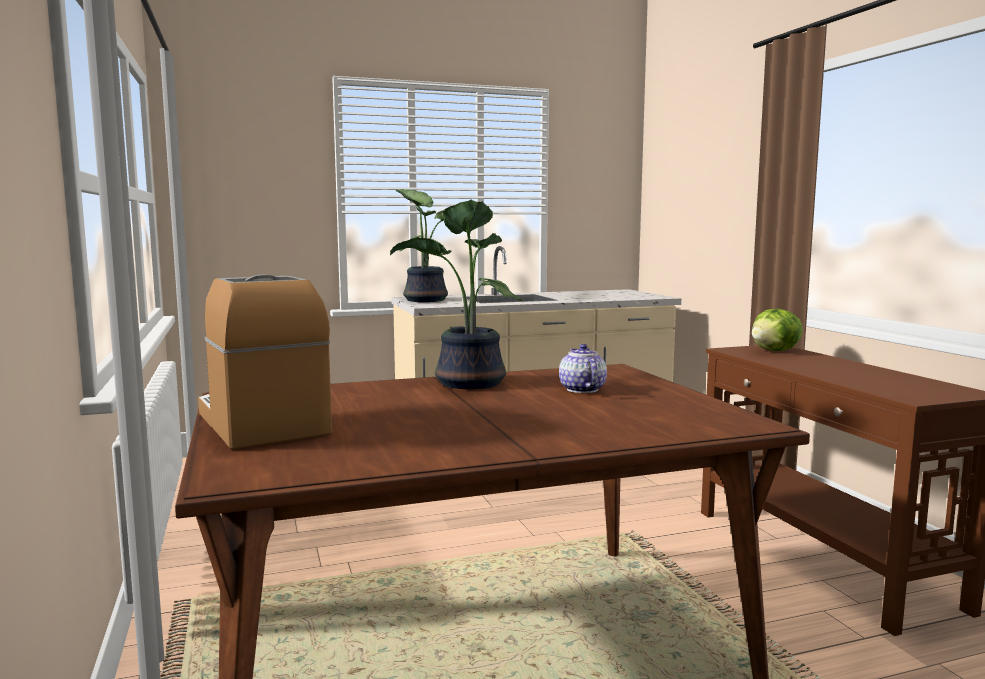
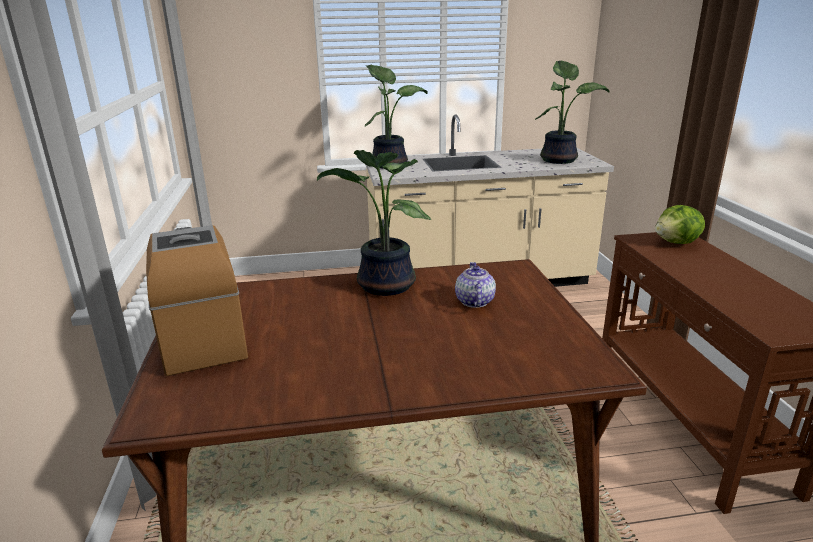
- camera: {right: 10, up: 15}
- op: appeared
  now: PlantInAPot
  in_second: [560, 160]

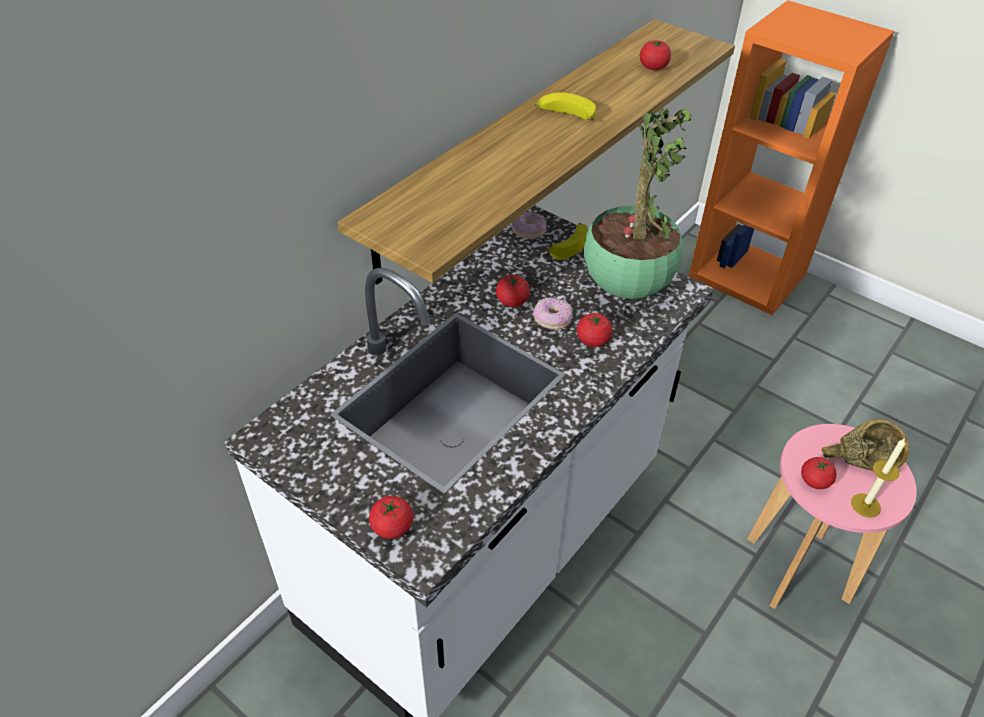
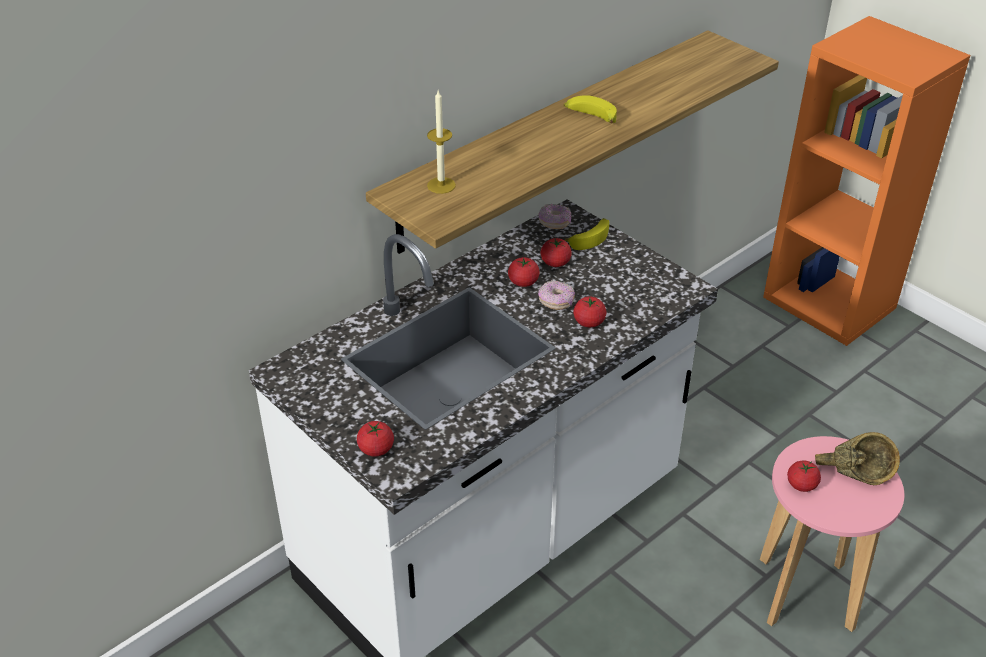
- camera: {right: 10, up: -5}
- op: relocated
  was: WholeTomato
  in_first: [653, 67]
  in_second: [555, 263]
- op: missing
  was: PlantInAPot
  in_first: [626, 285]
- op: relocated
  was: WaxCandle
  in_first: [865, 505]
  in_second: [441, 185]

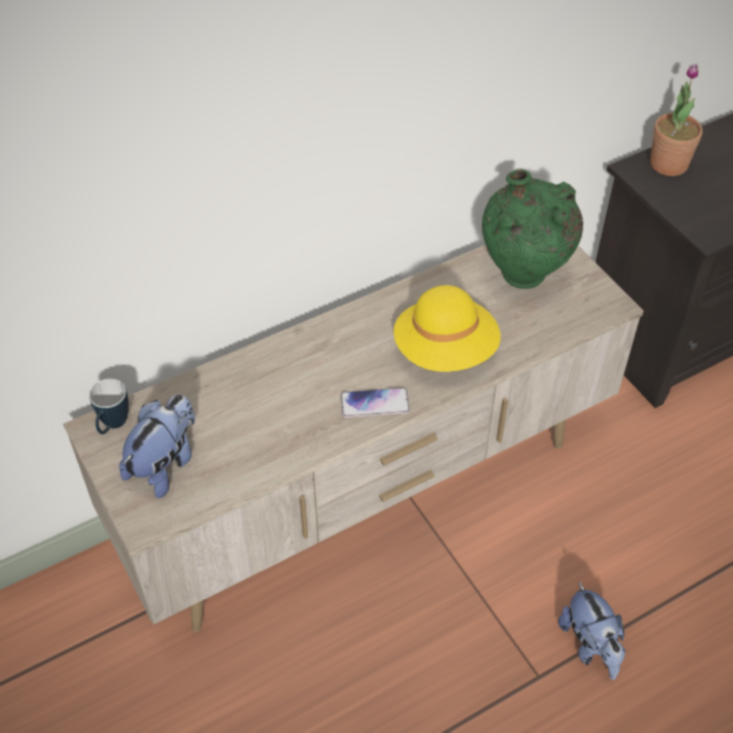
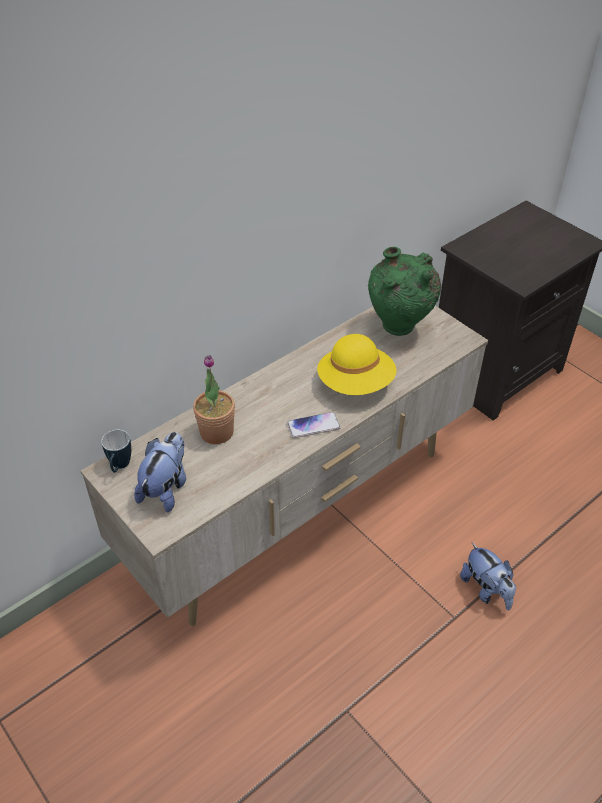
- camera: {right: -10, up: -5}
- op: relocated
  was: PlantInAPot
  in_first: [668, 164]
  in_second: [216, 432]

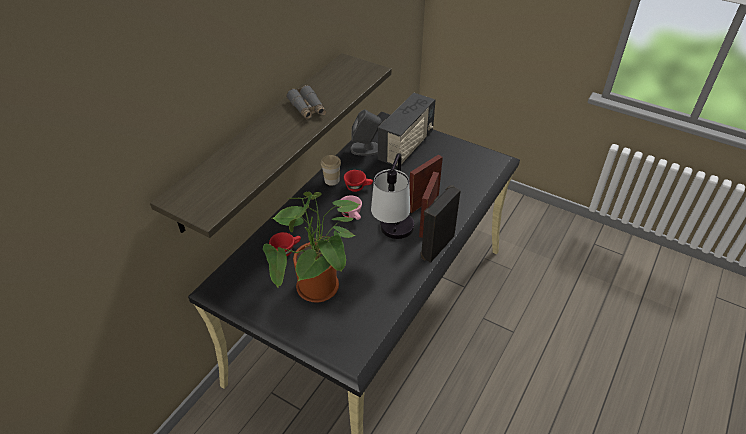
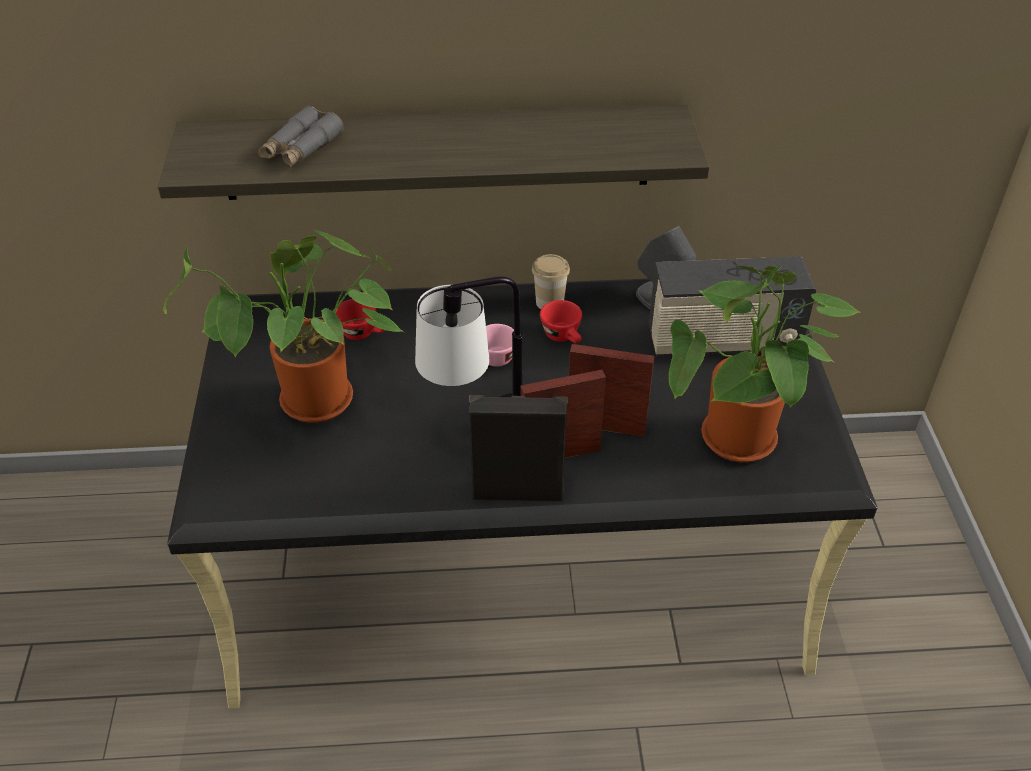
- camera: {right: 55, up: 0}
- op: relocated
  was: GrayBinoculars
  in_first: [307, 109]
  in_second: [301, 148]
- op: appeared
  now: PlantInAPot
  in_second: [740, 445]

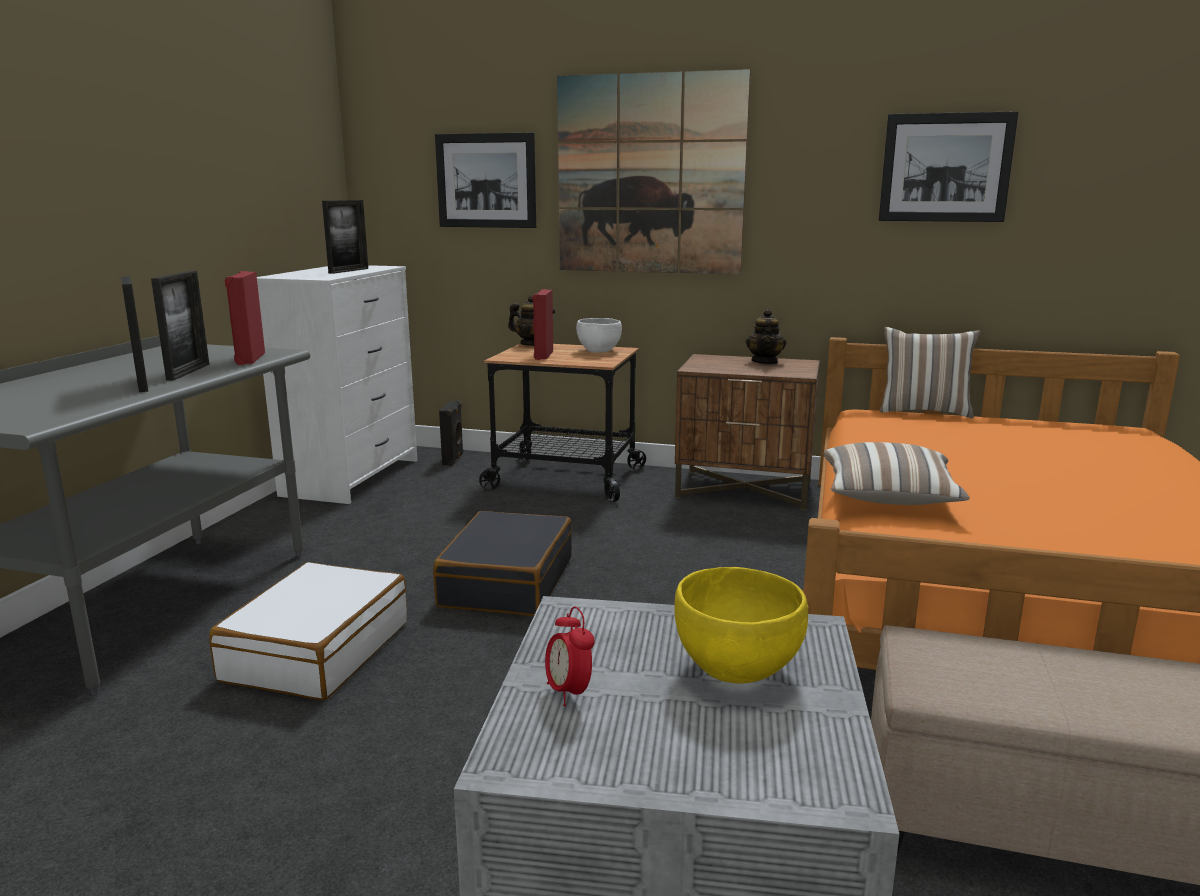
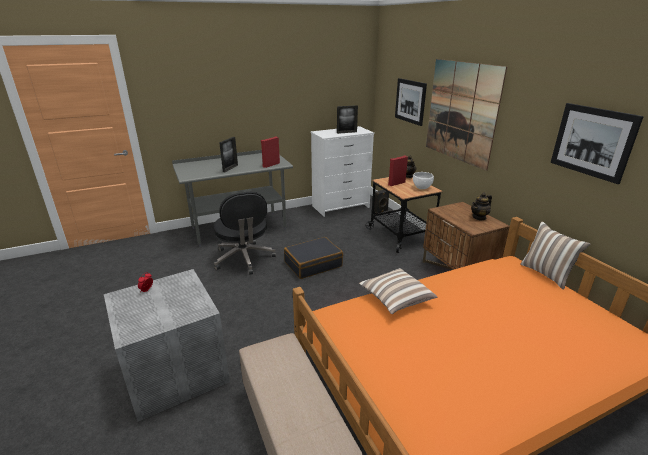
- camera: {right: 50, up: 10}
- op: missing
  was: PictureFrame
  in_first: [188, 372]
- op: exchanged
  was: WhiteColouredPieceOfLuggage
  now: BlackColouredDeskChair
  in_first: [316, 651]
  in_second: [244, 259]
- op: missing
  was: YellowBowl
  in_first: [736, 670]

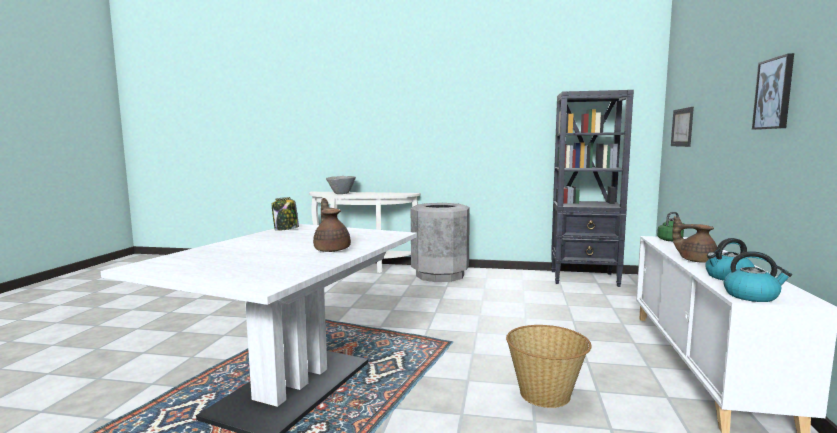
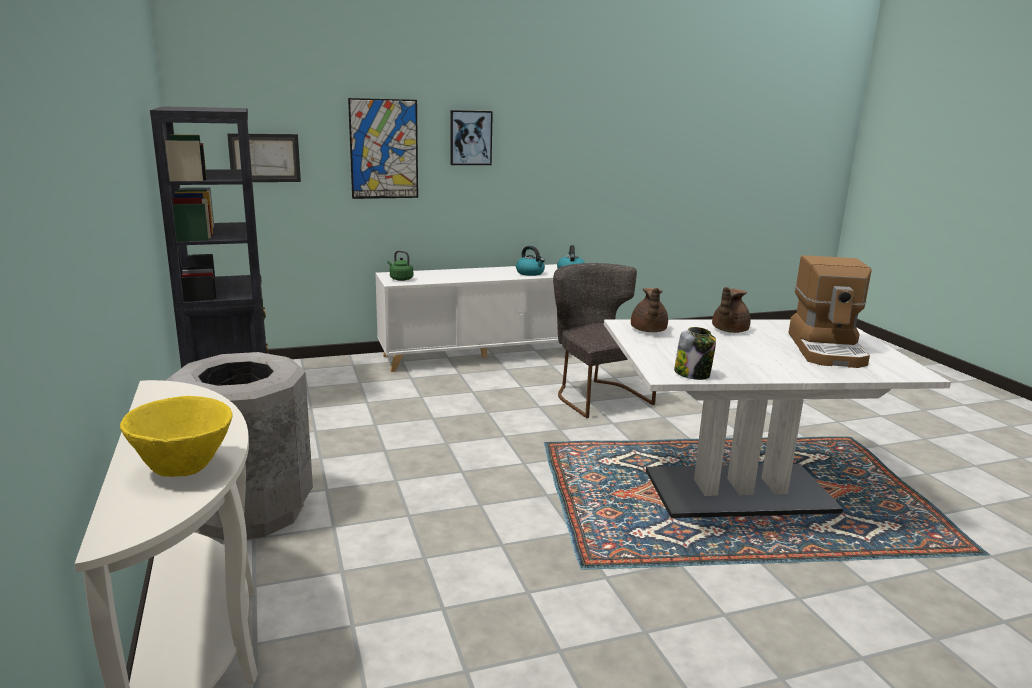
- camera: {right: -120, up: 10}
- op: colour
  was: GrayBowl
  now: YellowBowl
  in_first: [341, 193]
  in_second: [184, 468]
- op: relocated
  was: BrownishTeapot
  in_first: [695, 260]
  in_second: [648, 330]
- op: exchanged
  was: Basket
  now: GrayChair
  in_first: [546, 394]
  in_second: [596, 395]
- op: appeared
  now: Picture
  in_second: [384, 149]
- op: appeared
  now: CoffeeBrewer
  in_second: [827, 349]

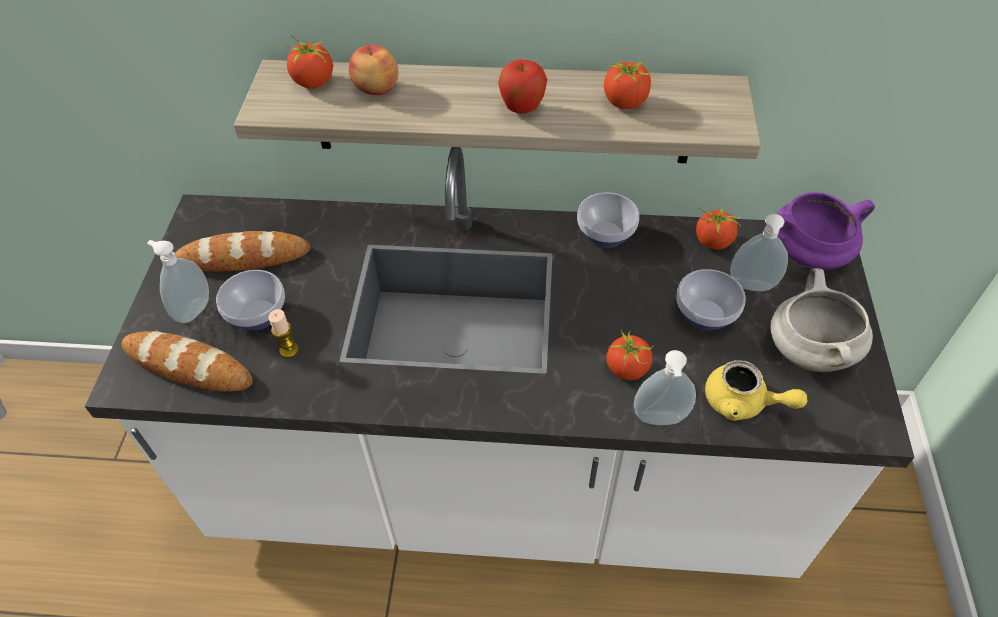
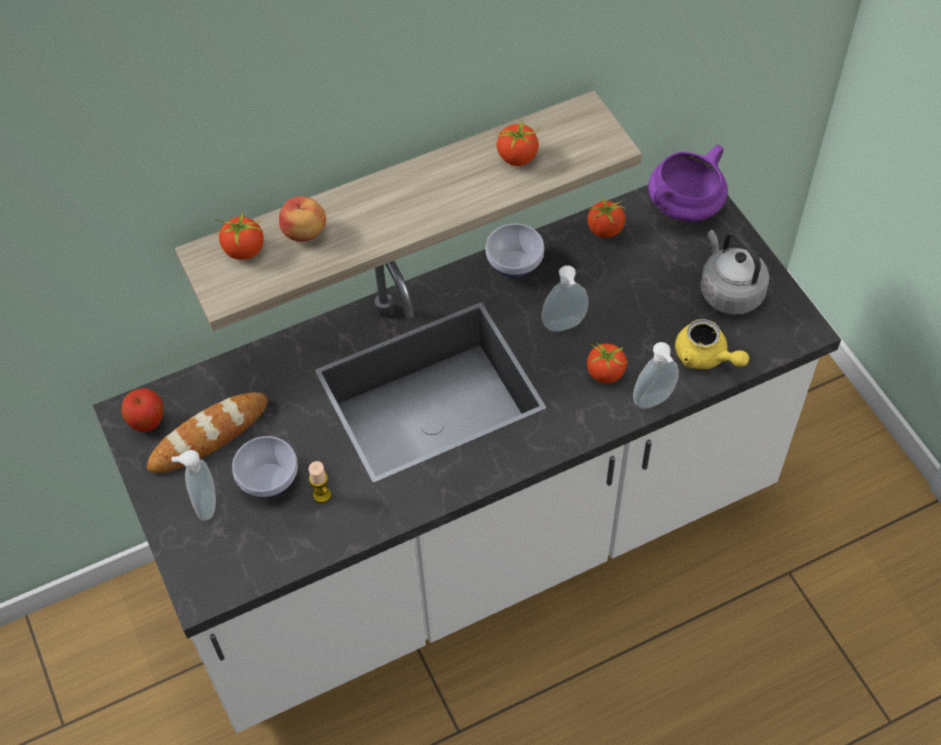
- camera: {right: -30, up: 5}
- op: relocated
  was: Apple
  in_first: [522, 109]
  in_second: [148, 423]
- op: relocated
  was: SoapBottle
  in_first: [751, 287]
  in_second: [564, 326]
- op: exchanged
  was: WhiteColouredSaucepot
  now: GrayWaterKettle
  in_first: [808, 350]
  in_second: [729, 291]
- op: missing
  was: Bowl
  in_first: [703, 316]
- op: missing
  was: BakedBread
  in_first: [188, 366]
- op: spun
  was: YellowTeapot
  in_first: [743, 403]
  in_second: [706, 357]
  clockwise: 45

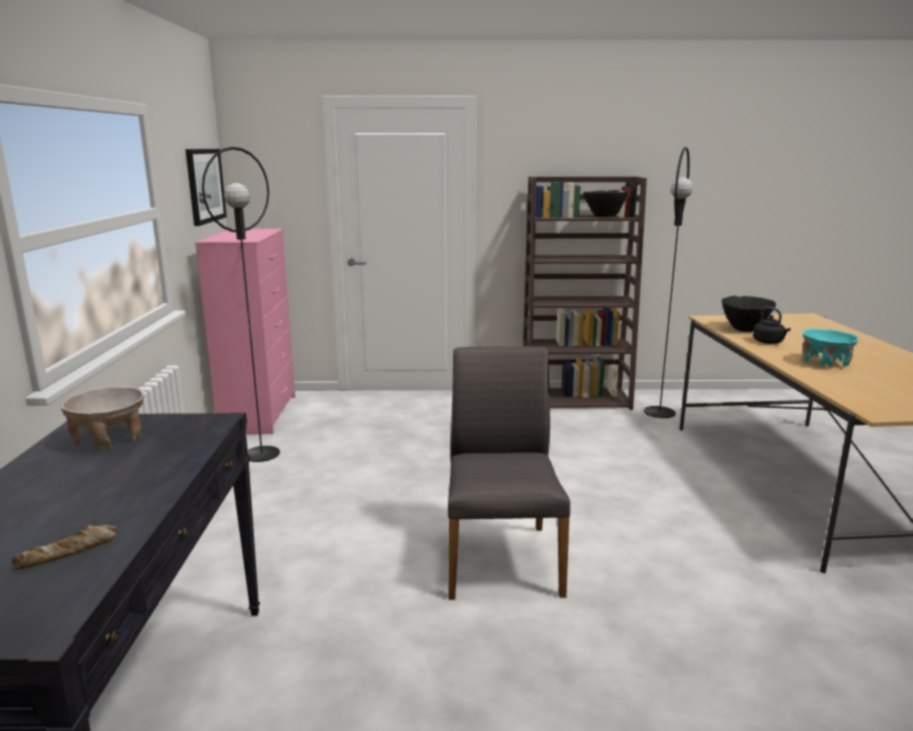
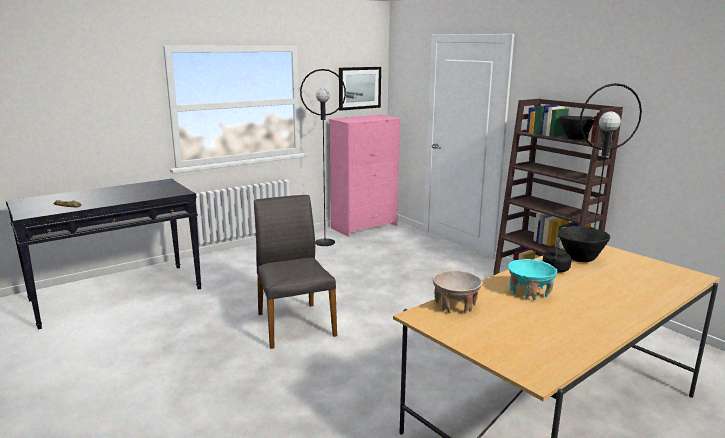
- camera: {right: 55, up: 0}
- op: spun
  was: GrayChair
  in_first: [501, 559]
  in_second: [294, 324]
  clockwise: -75
- op: relocated
  was: BeigeBowl
  in_first: [110, 439]
  in_second: [455, 306]

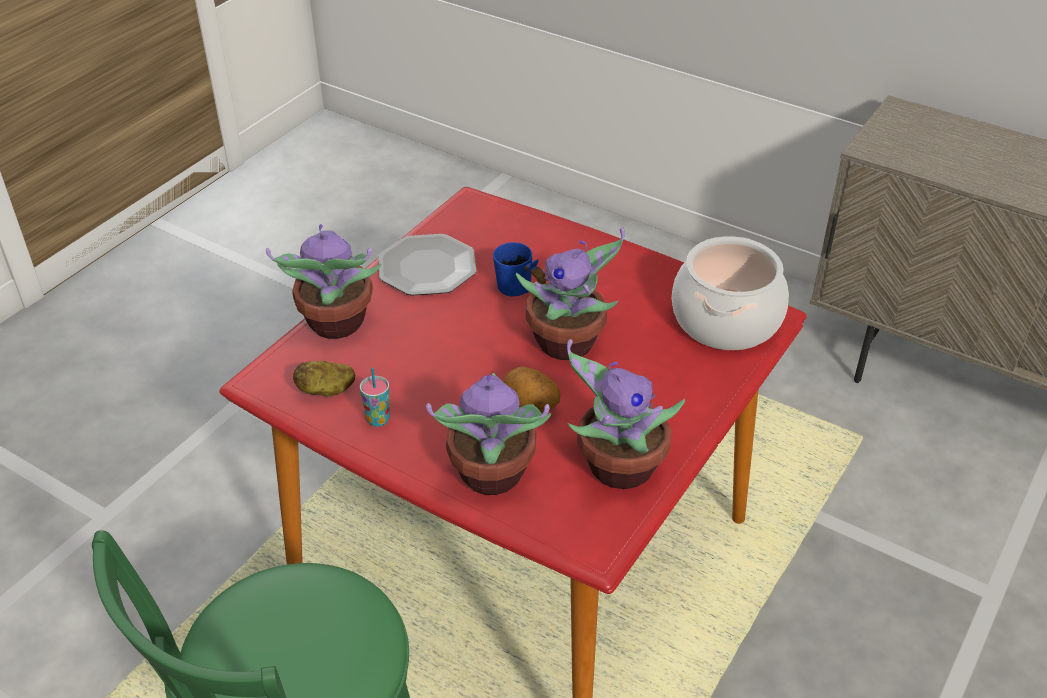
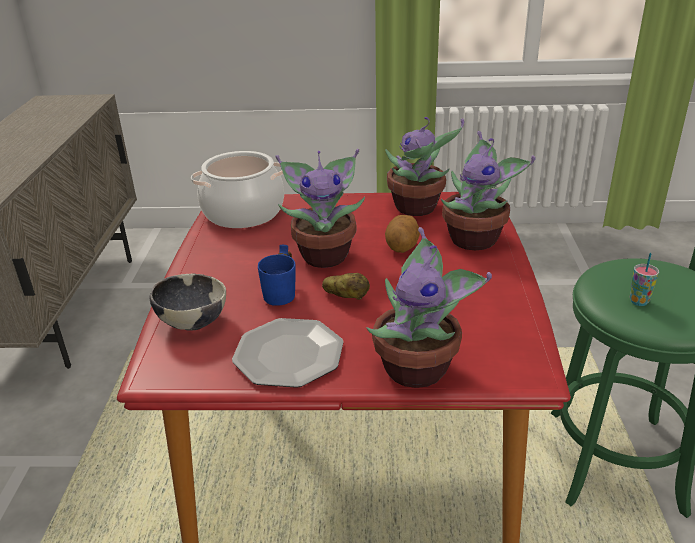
- camera: {right: -120, up: -10}
- op: relocated
  was: Spud
  in_first: [326, 390]
  in_second: [346, 297]
- op: relocated
  was: SmallCup
  in_first: [378, 419]
  in_second: [639, 301]
- op: appeared
  now: Bowl
  in_second: [192, 322]

